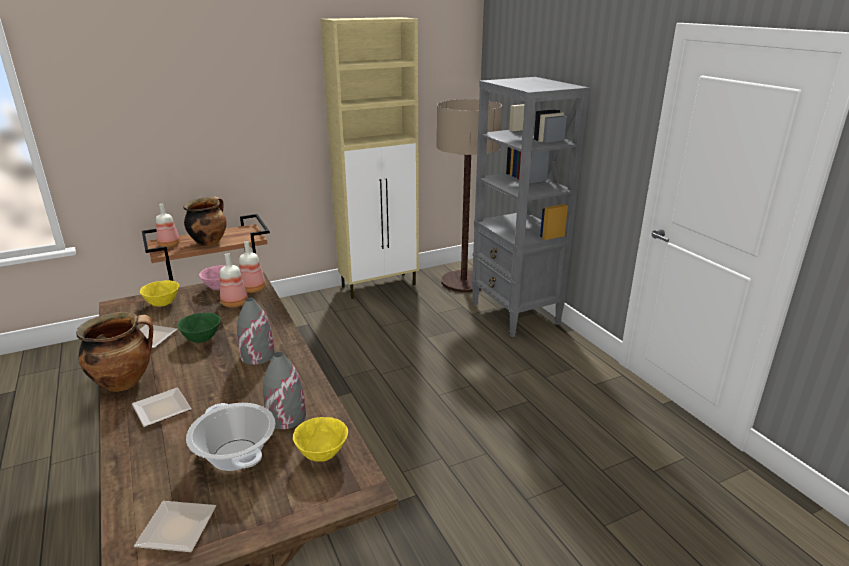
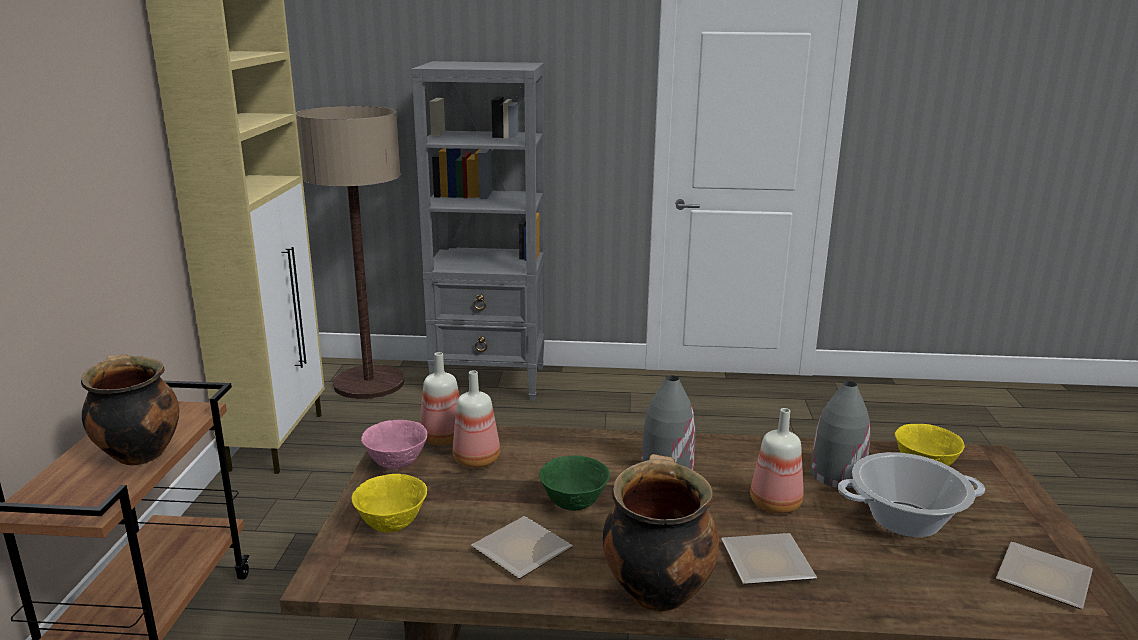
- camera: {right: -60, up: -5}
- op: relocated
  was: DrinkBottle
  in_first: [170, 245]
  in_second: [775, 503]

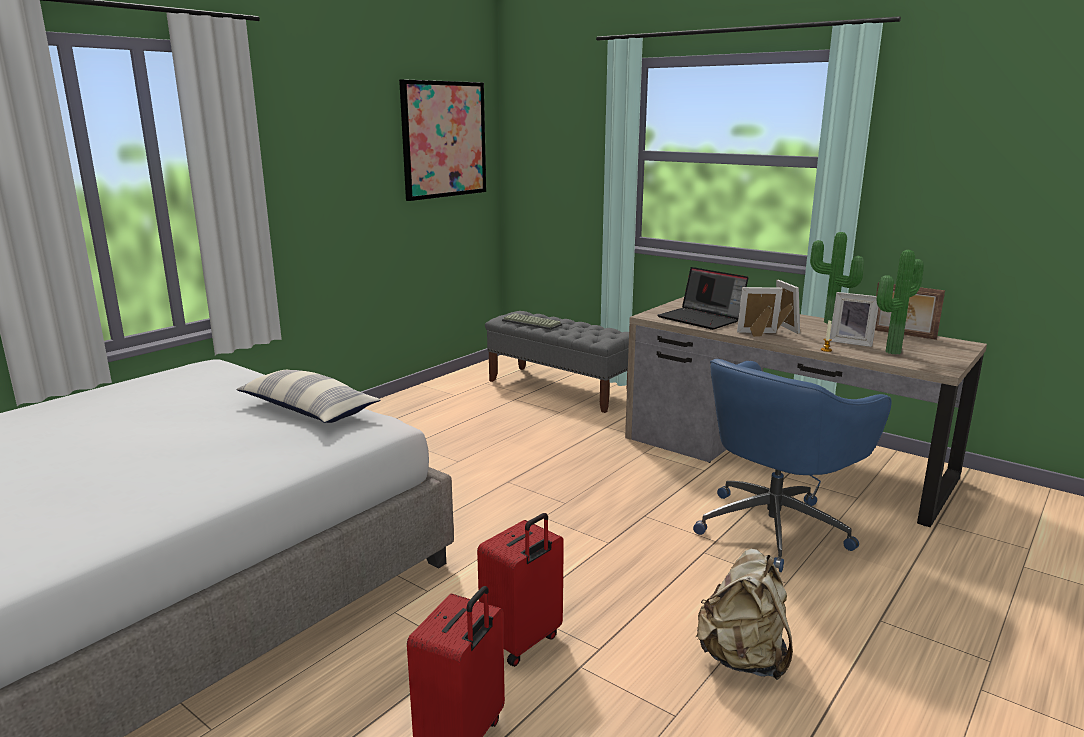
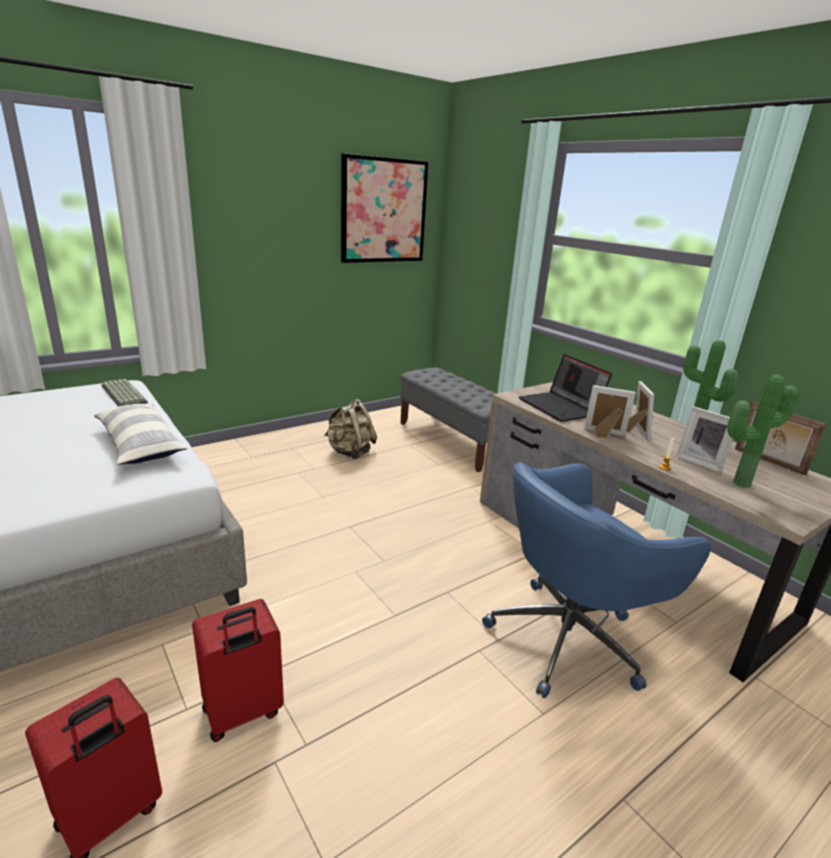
- camera: {right: 15, up: 5}
- op: relocated
  was: ComputerKeyboard
  in_first: [530, 323]
  in_second: [122, 394]
- op: relocated
  was: BeigeRucksack
  in_first: [743, 659]
  in_second: [350, 452]

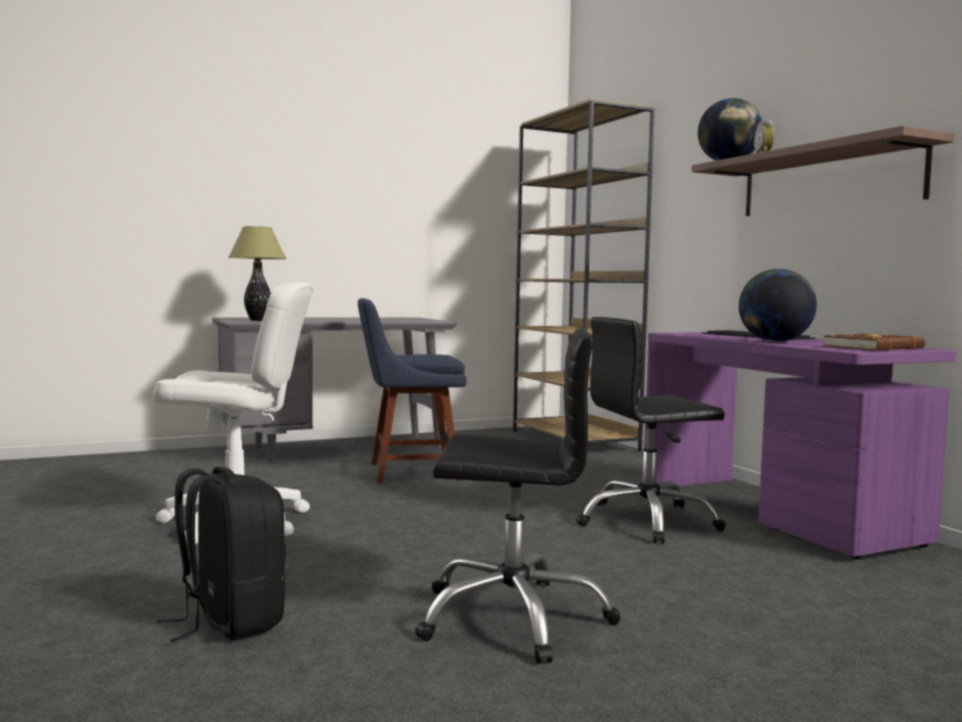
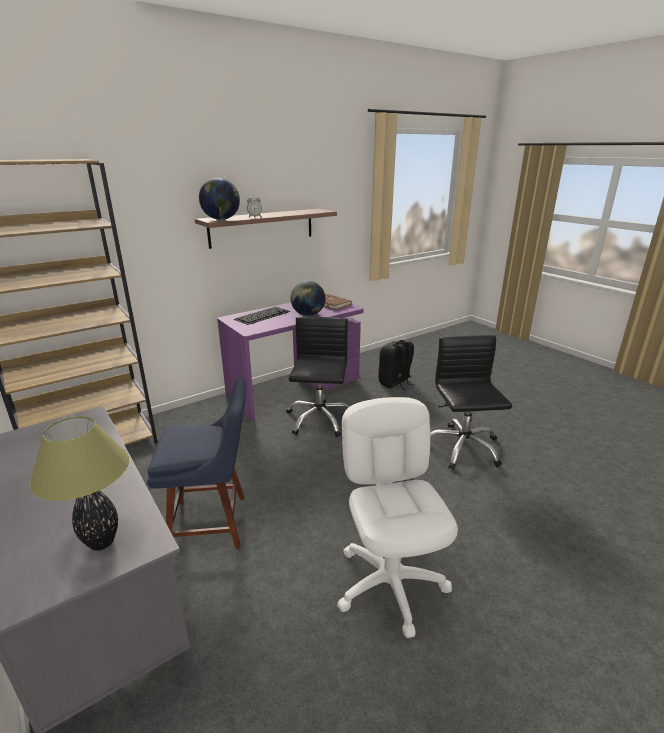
- camera: {right: -100, up: 20}
- op: spun
  was: BlueChair
  in_first: [408, 472]
  in_second: [213, 523]
  clockwise: -75
- op: spun
  was: BlackColouredDeskChair
  in_first: [647, 521]
  in_second: [319, 419]
  clockwise: -150
- op: relocated
  was: BlackColouredRucksack
  in_first: [229, 622]
  in_second: [395, 383]

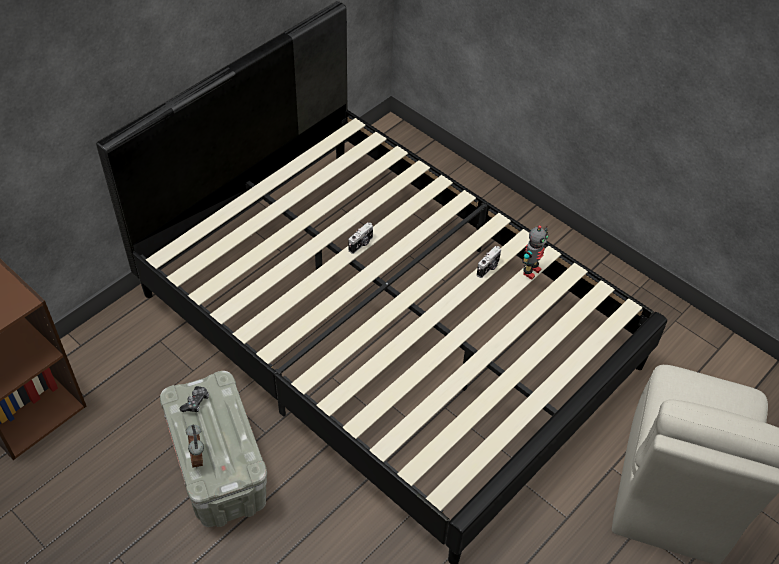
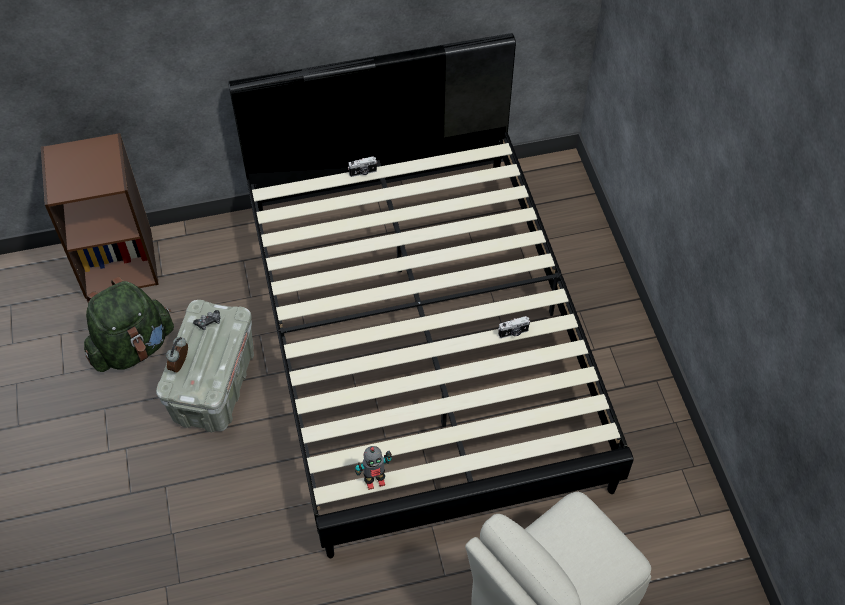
- camera: {right: 35, up: 5}
- op: relocated
  was: StillCamera
  in_first: [361, 244]
  in_second: [363, 172]
- op: relocated
  was: ToyRobot
  in_first: [530, 271]
  in_second: [374, 481]
- op: appeared
  now: GreenishRucksack
  in_second: [133, 347]

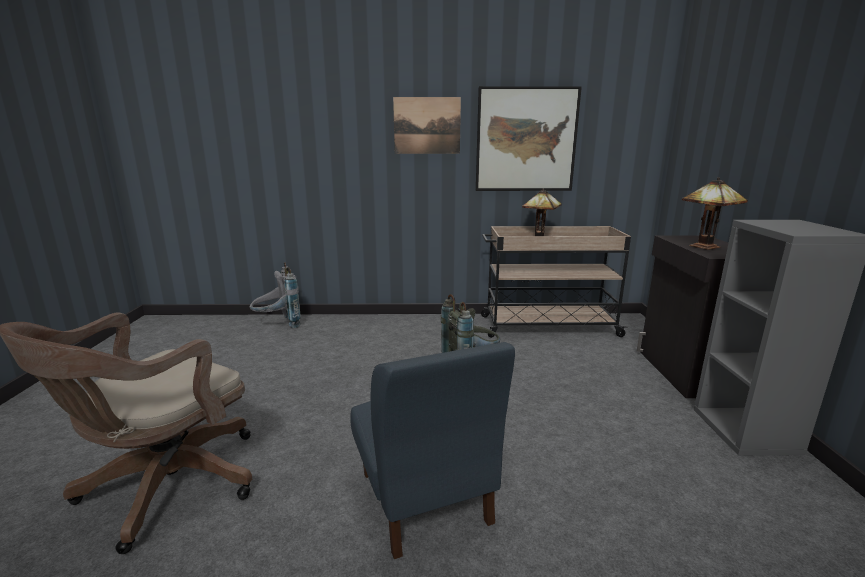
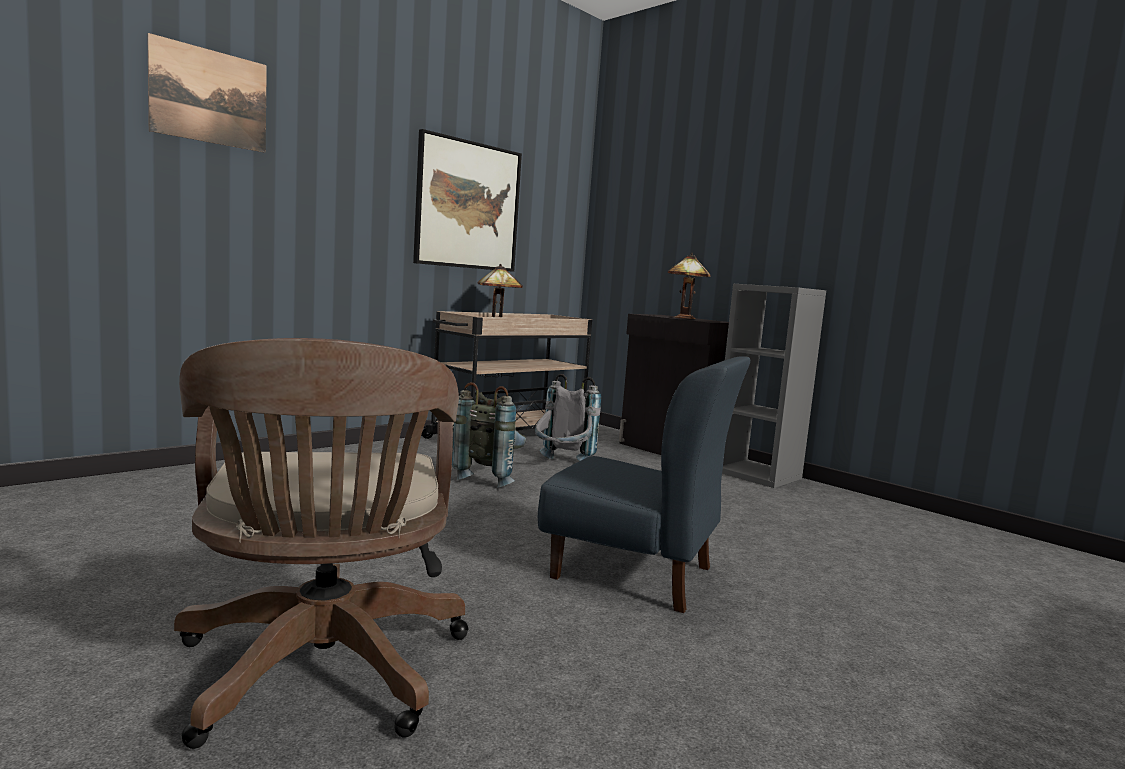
- camera: {right: -45, up: -10}
- op: relocated
  was: Picture
  in_first: [427, 125]
  in_second: [209, 96]
- op: relocated
  was: GrayRucksack
  in_first: [278, 324]
  in_second: [562, 465]

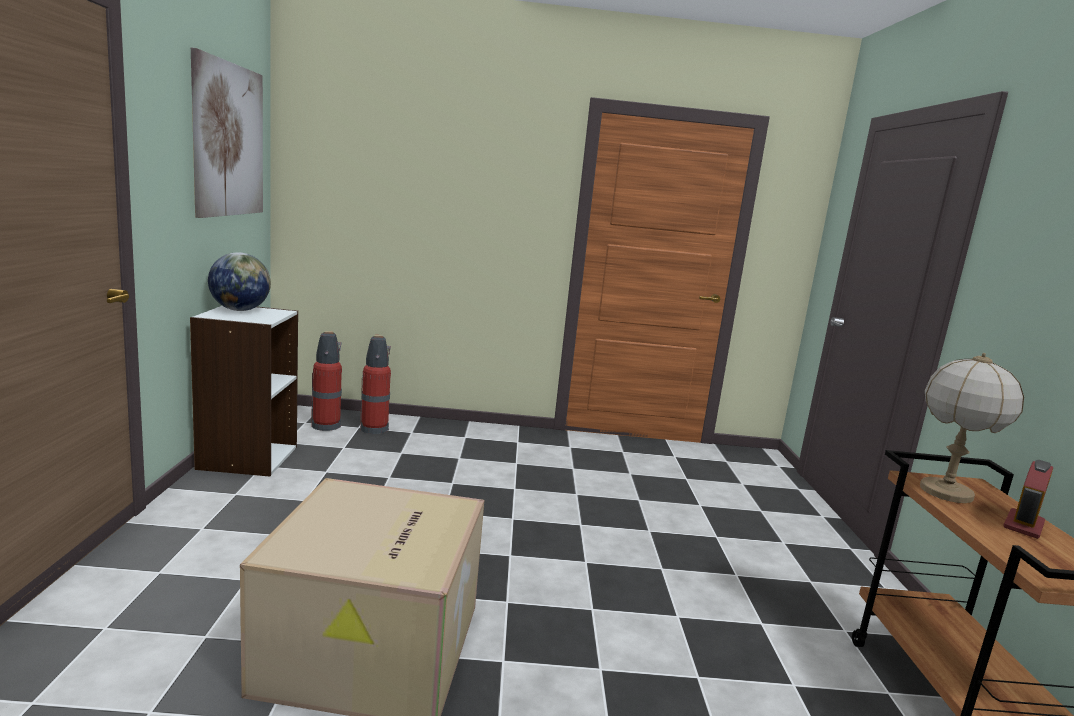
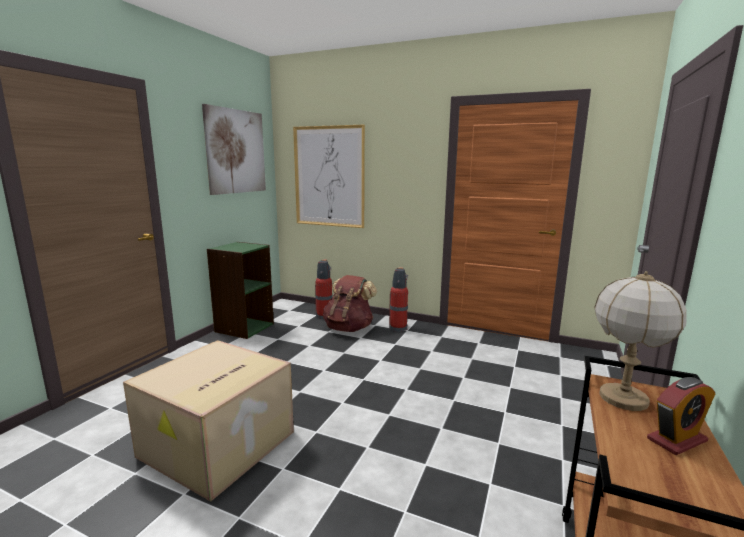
- camera: {right: 25, up: 0}
- op: missing
  was: DeskGlobe
  in_first: [240, 310]
- op: colour
  was: WhiteColouredShelvingUnit
  now: GreenishShelvingUnit
  in_first: [247, 457]
  in_second: [244, 327]
- op: relocated
  was: FireFightingCylinder
  in_first: [326, 425]
  in_second: [398, 328]
- op: appeared
  now: Picture
  in_second: [329, 177]
- op: appeared
  now: BrownishRucksack
  in_second: [349, 328]

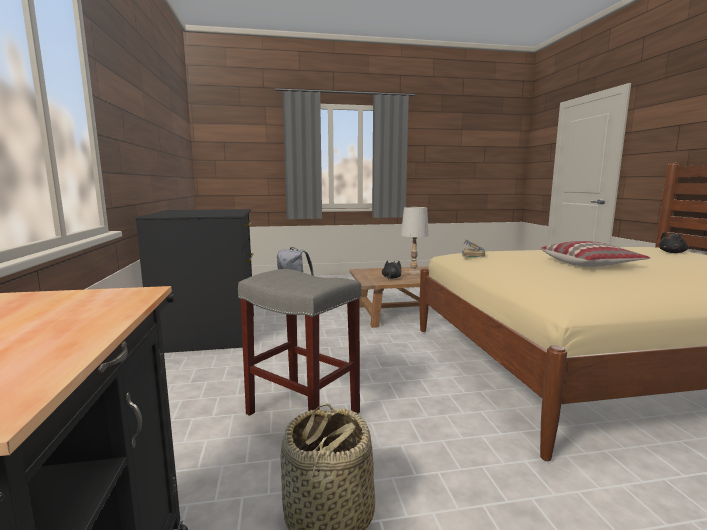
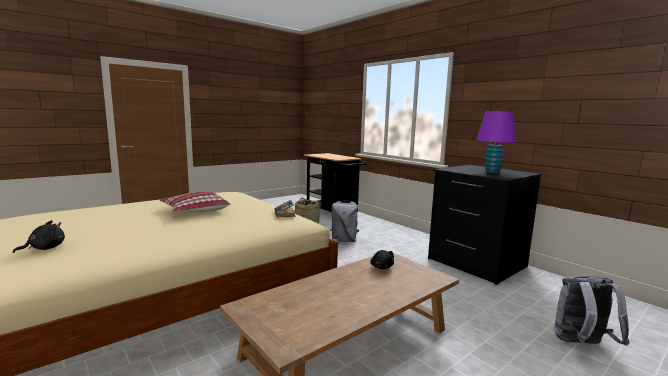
- camera: {right: 150, up: 0}
- op: missing
  was: WhiteColouredLampForATable
  in_first: [413, 272]
- op: exchanged
  was: GraySittingStool
  now: GrayRucksack
  in_first: [301, 413]
  in_second: [344, 240]
- op: appeared
  now: PurpleLampForATable
  in_second: [492, 172]

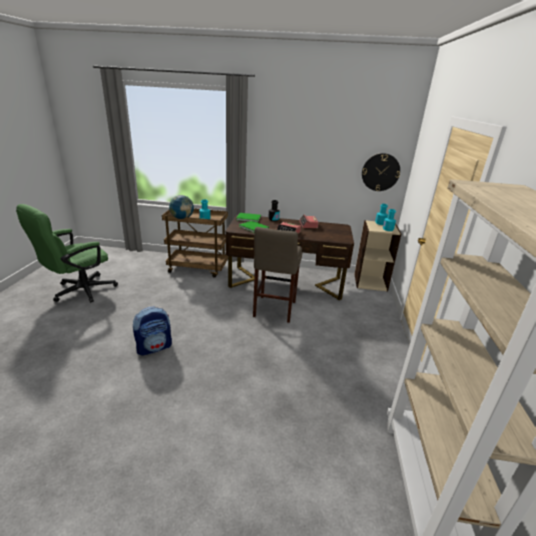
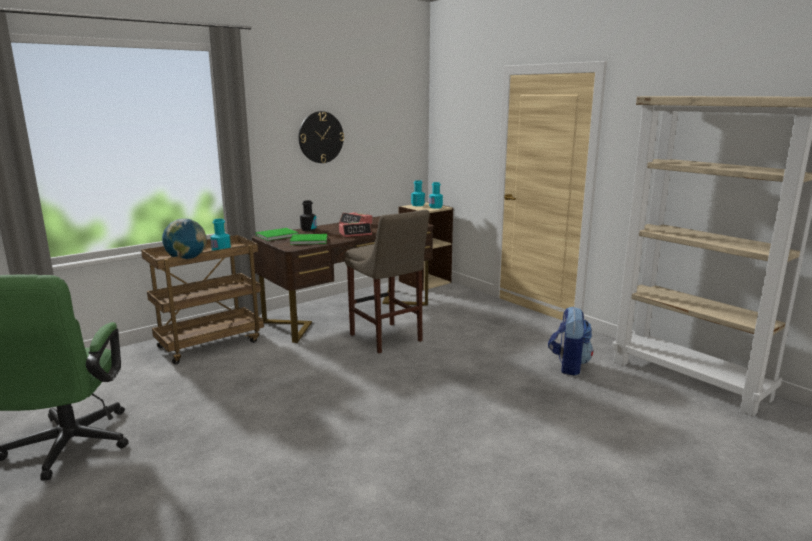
- camera: {right: -45, up: -10}
- op: relocated
  was: ClockOnTheWall
  in_first: [380, 172]
  in_second: [321, 137]
- op: relocated
  was: Rucksack
  in_first: [154, 347]
  in_second: [568, 365]

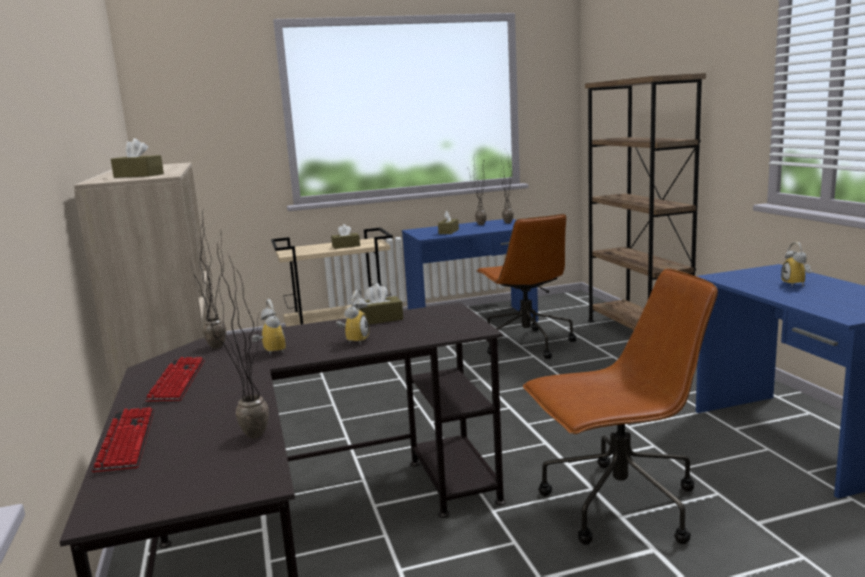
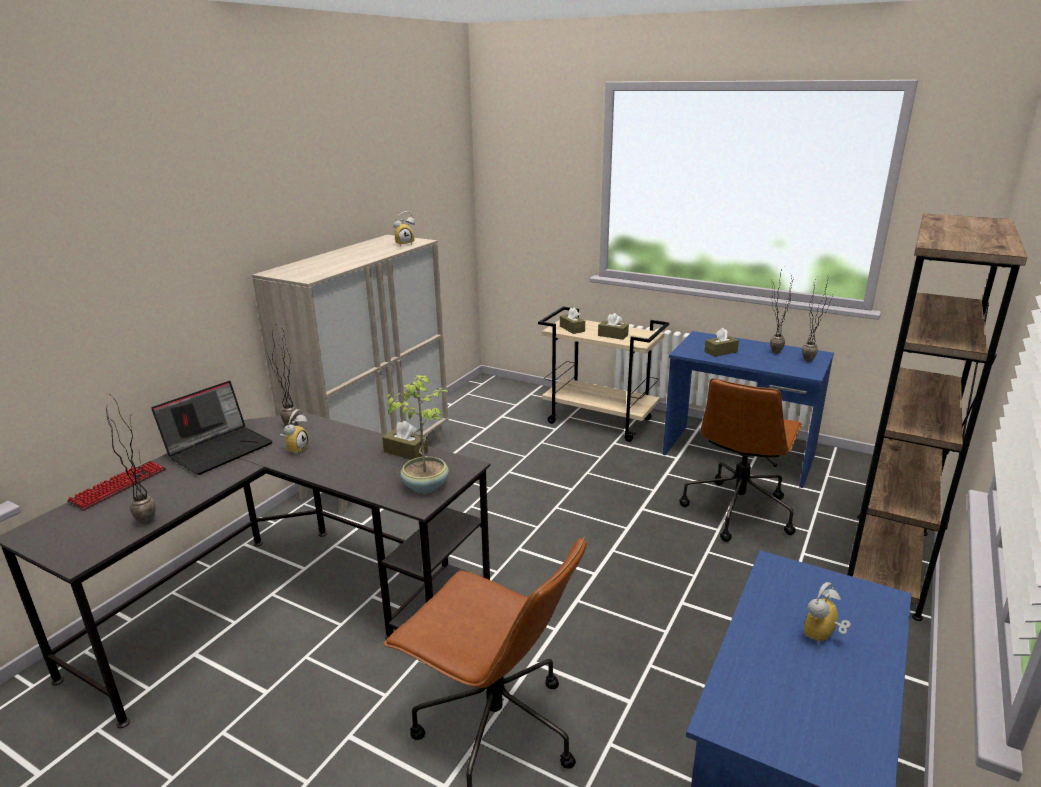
- camera: {right: 45, up: 10}
- op: relocated
  was: BrownishBoxOfTissues
  in_first: [138, 175]
  in_second: [572, 329]
- op: relocated
  was: TableClock
  in_first: [354, 340]
  in_second: [404, 244]
- op: exchanged
  was: ComputerKeyboard
  now: PortableComputer
  in_first: [177, 381]
  in_second: [219, 449]
- op: appeared
  now: PlantInAPot
  in_second: [426, 485]

